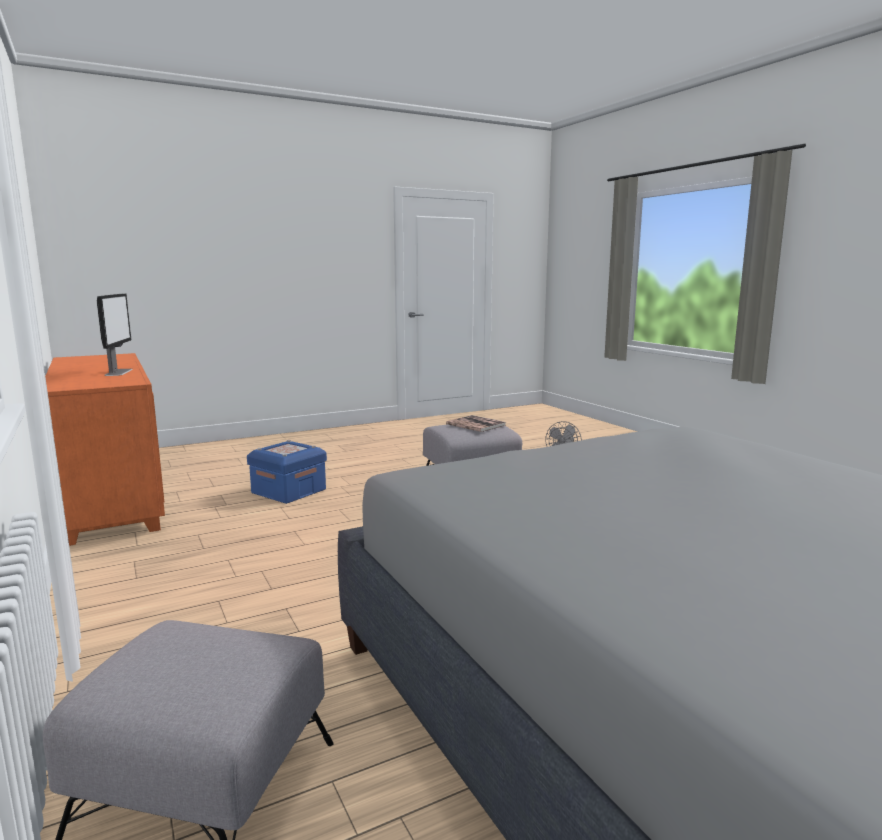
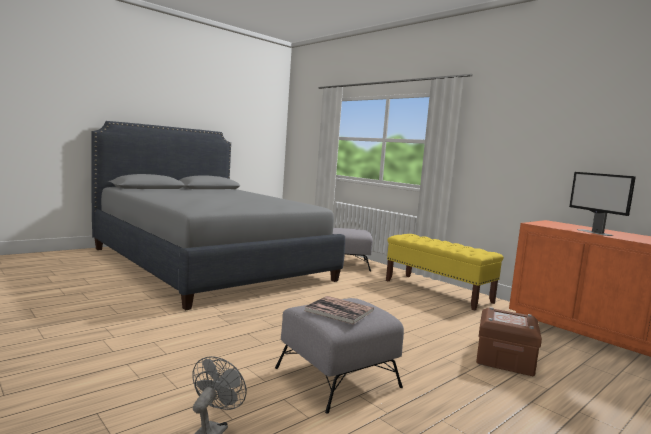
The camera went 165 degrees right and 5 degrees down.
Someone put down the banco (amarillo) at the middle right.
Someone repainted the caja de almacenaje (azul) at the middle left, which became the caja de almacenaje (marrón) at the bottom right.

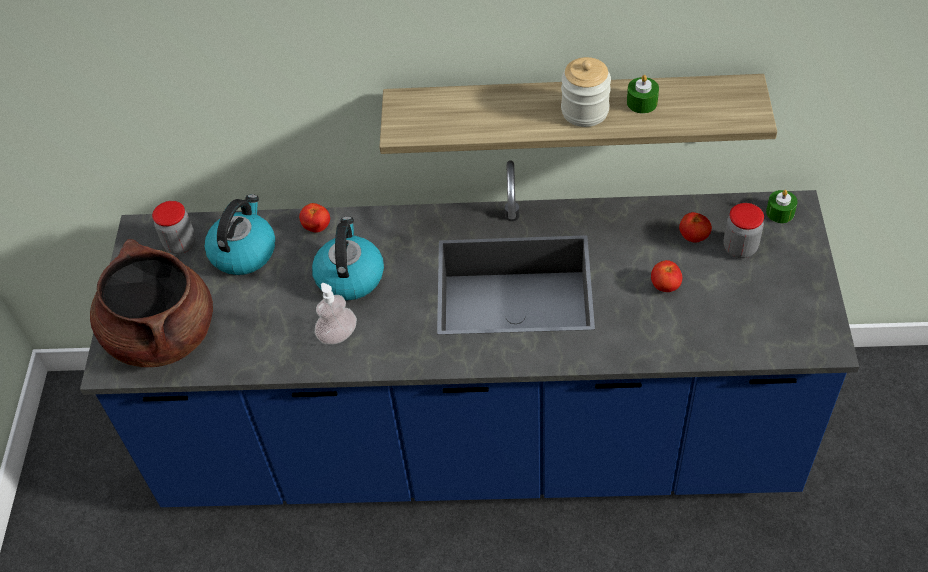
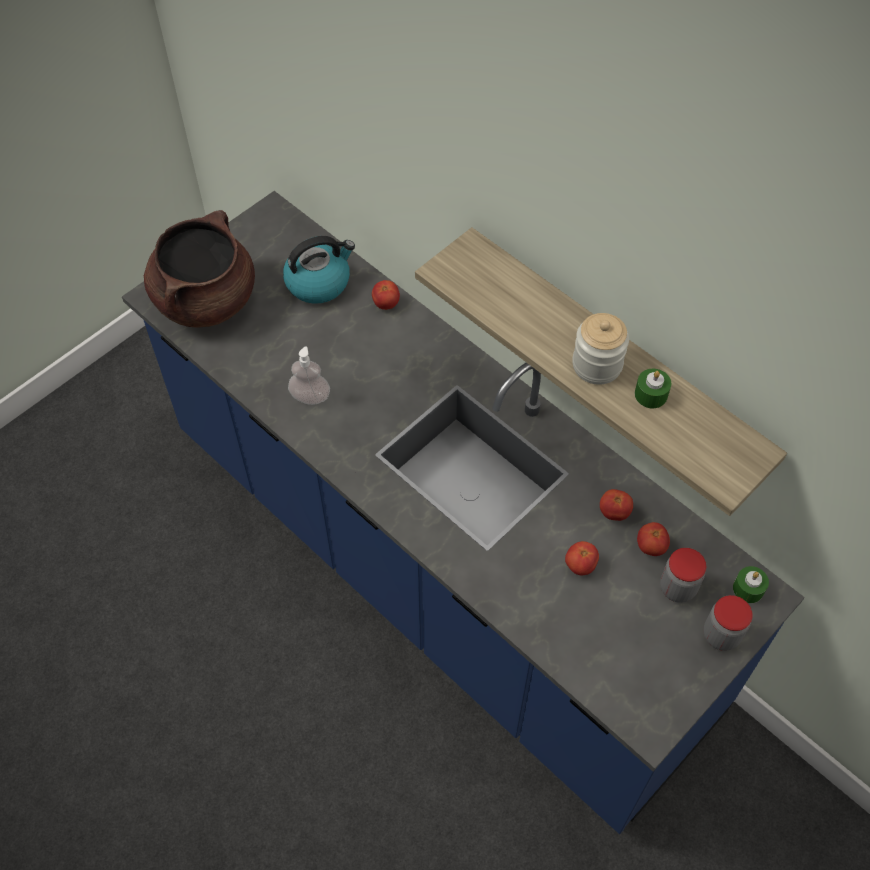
The camera went 40 degrees right and 5 degrees up.
Someone put down the tomate (no. 3 from left) at the middle right.
Someone carried the tarro (no. 1 from left in the first image) from the middle left to the bottom right.
Someone took away the hervidor (no. 2 from left) at the centre.

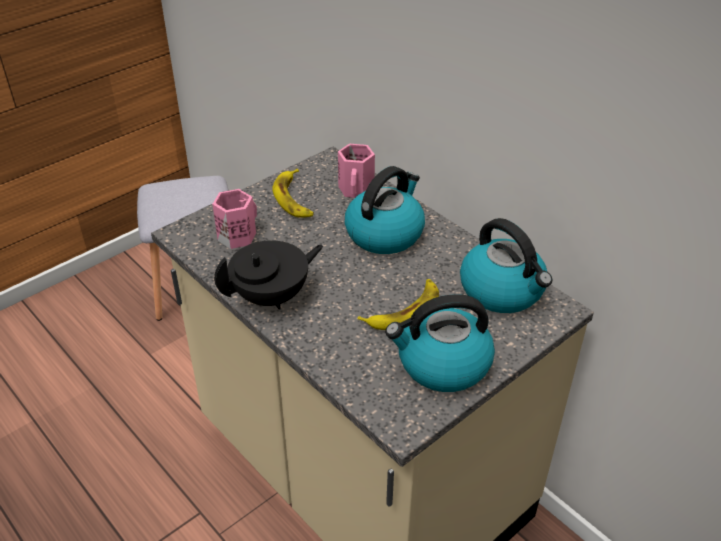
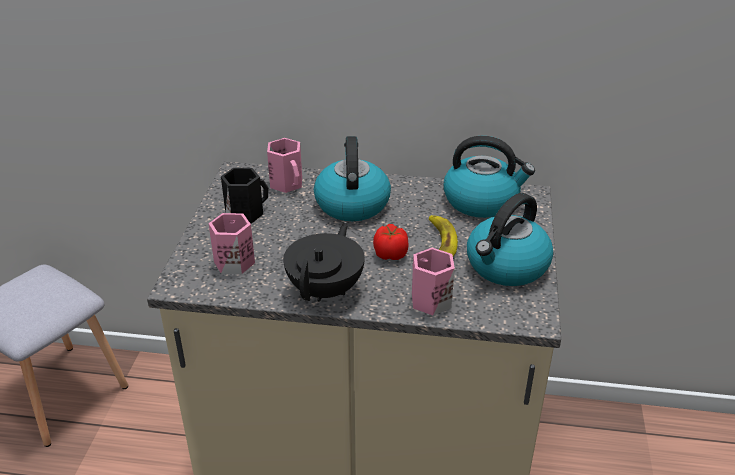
The camera went 40 degrees left and 5 degrees down.
Someone swapped the plátano (no. 1 from left) at the centre for the taza grande (negro) at the middle left.
Someone put down the tomate at the centre.
Someone put down the taza grande (rosa) (no. 3 from left) at the centre.

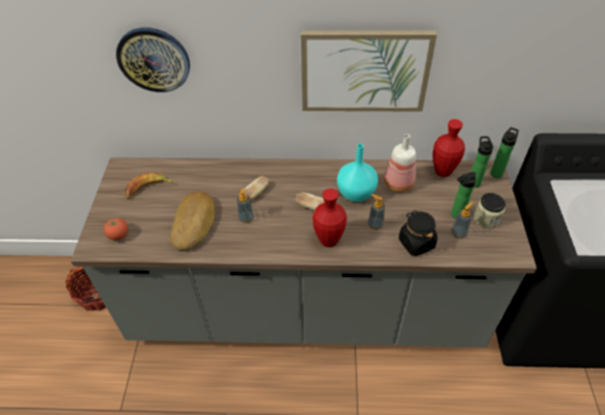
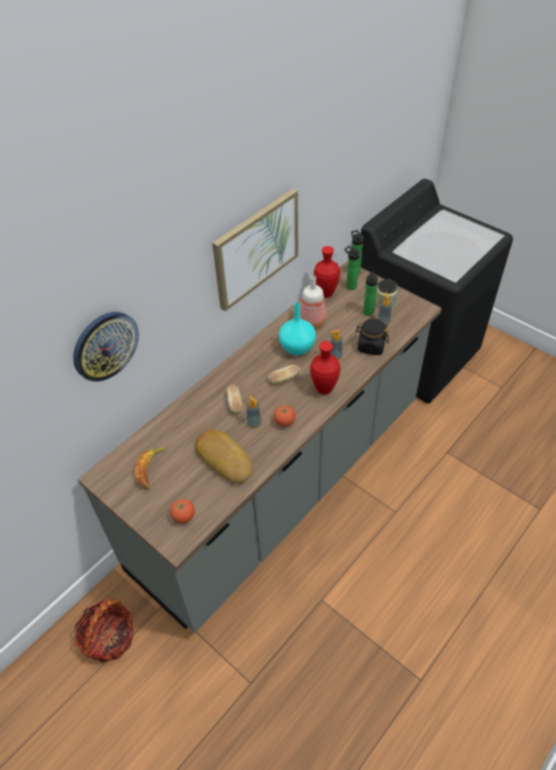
The camera went 50 degrees left and 0 degrees up.
Someone put down the tomate (no. 2 from left) at the centre.

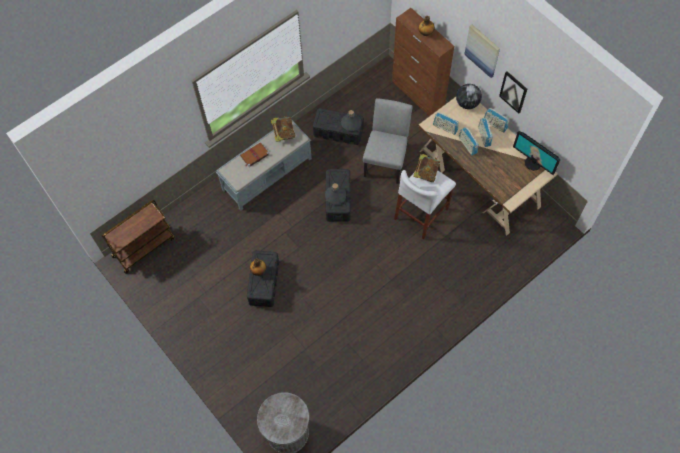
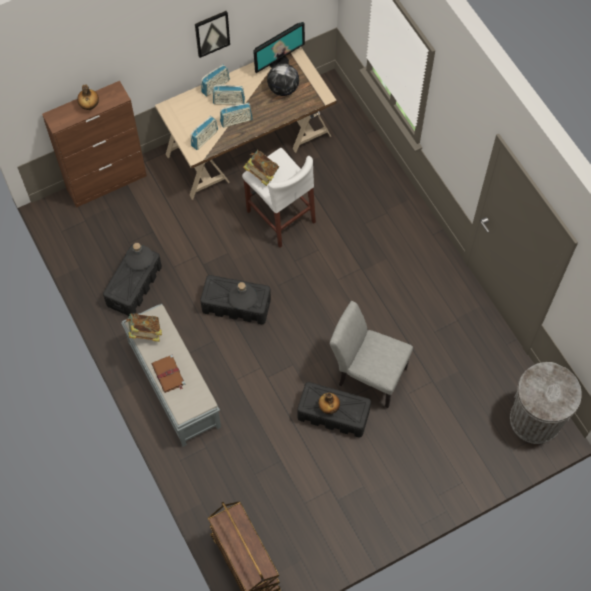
The camera went 80 degrees left and 0 degrees up.
Someone carried the globo terráqueo from the top right to the top centre.
Someone carried the silla (gris) from the top centre to the centre.
Someone took away the cuadro (no. 1 from left) at the top right.

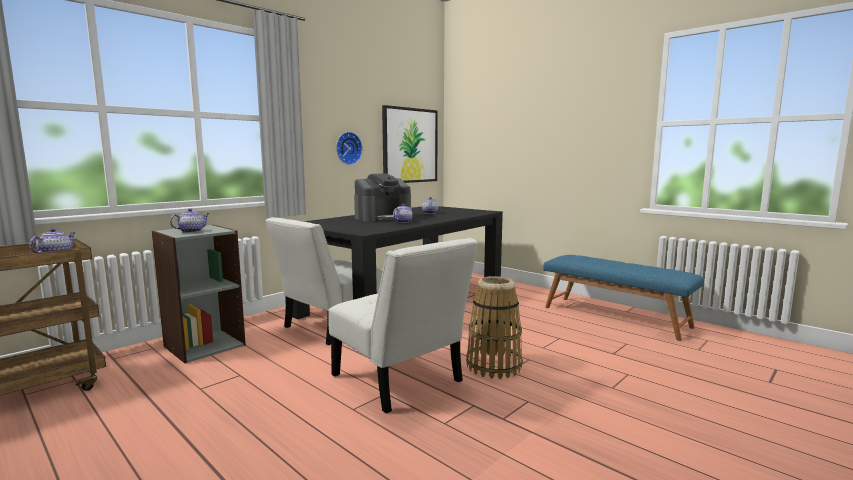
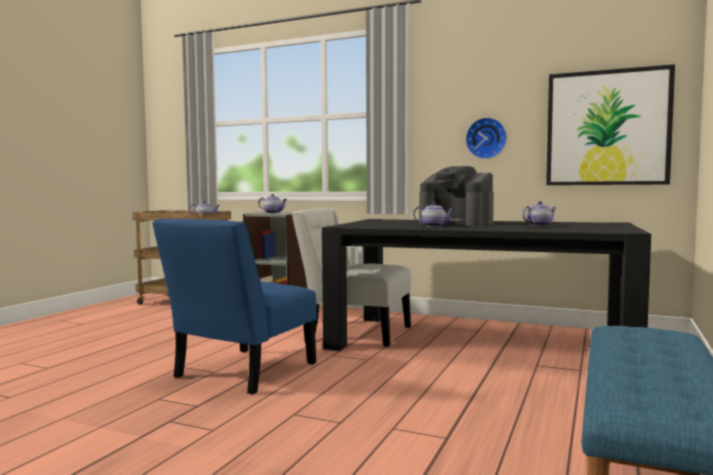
The camera went 70 degrees right and 5 degrees down.
Someone repainted the silla (blanco) (no. 2 from left) at the bottom centre, which became the silla (azul) at the middle left.
Someone took away the cesta at the bottom centre.

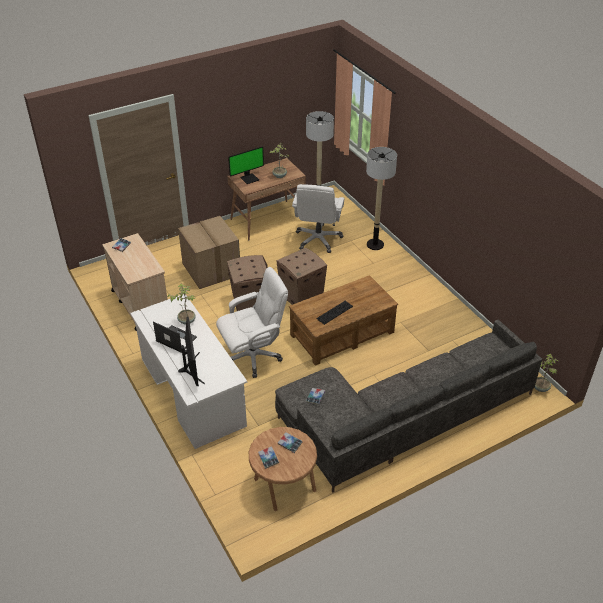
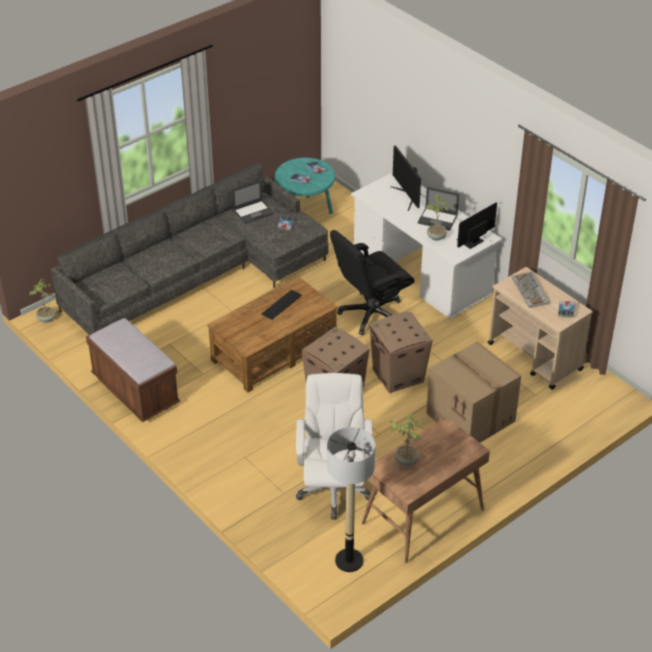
The camera went 170 degrees right and 0 degrees up.
Someone put down the banco (marrón) at the middle left.
Someone put down the portátil (no. 1 from left) at the top centre.
Someone repainted the mesa auxiliar (marrón) at the bottom centre, which became the mesa auxiliar (turquesa) at the top centre.
Someone repainted the silla de oficina (blanco) (no. 1 from left) at the centre, which became the silla de oficina (negro) at the centre.
Someone carried the monitor (no. 2 from left) from the top centre to the middle right.
Someone put down the teclado (no. 2 from left) at the middle right.
Someone took away the lámpara de pie (no. 2 from left) at the top centre.

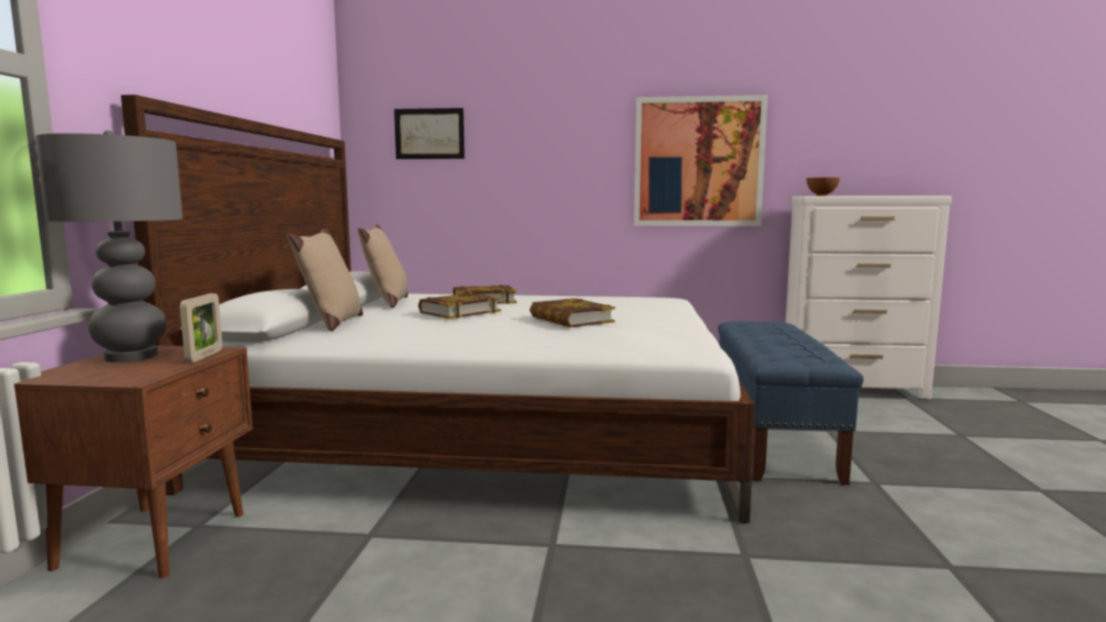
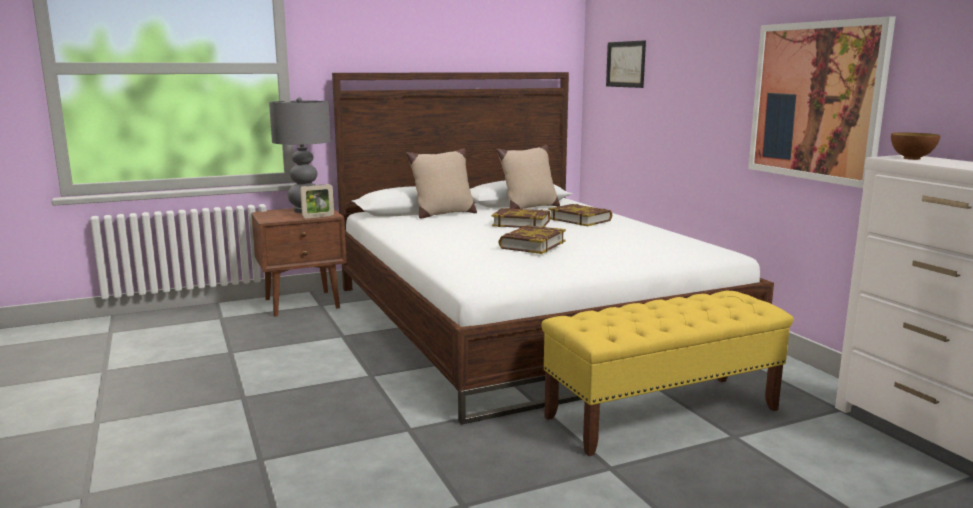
The camera went 60 degrees right and 5 degrees up.
Someone repainted the banco (azul) at the middle right, which became the banco (amarillo) at the bottom right.

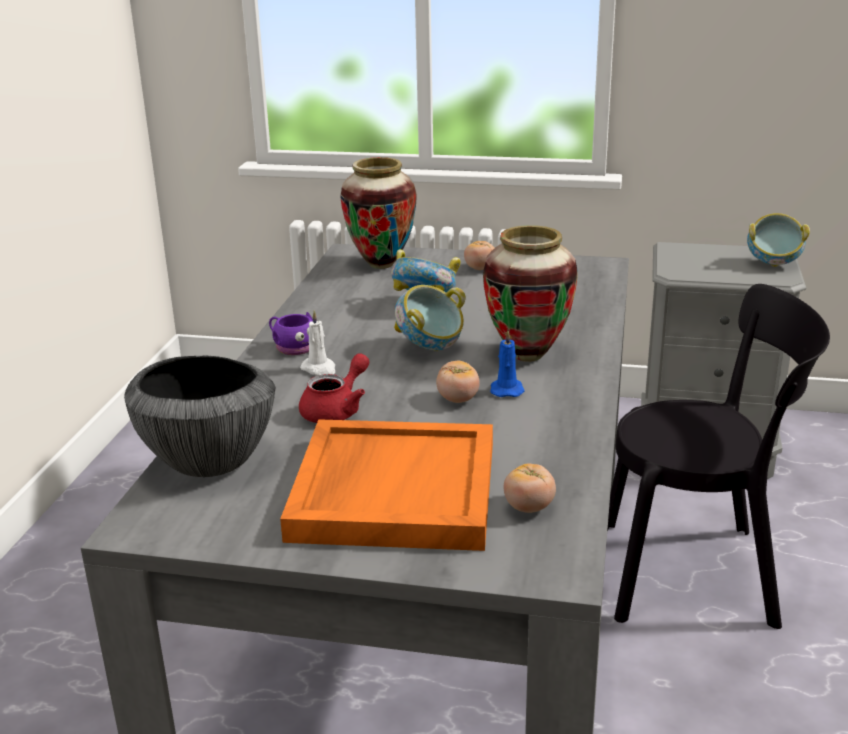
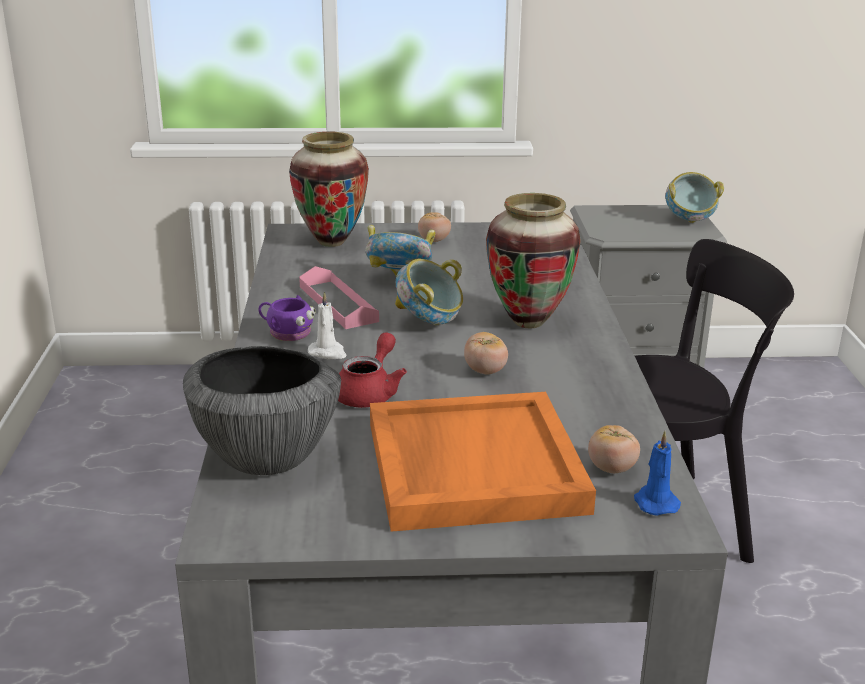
The camera went 15 degrees left and 0 degrees up.
Someone put down the bandeja (rosa) at the centre.
Someone carried the vela (azul) from the centre to the bottom right.

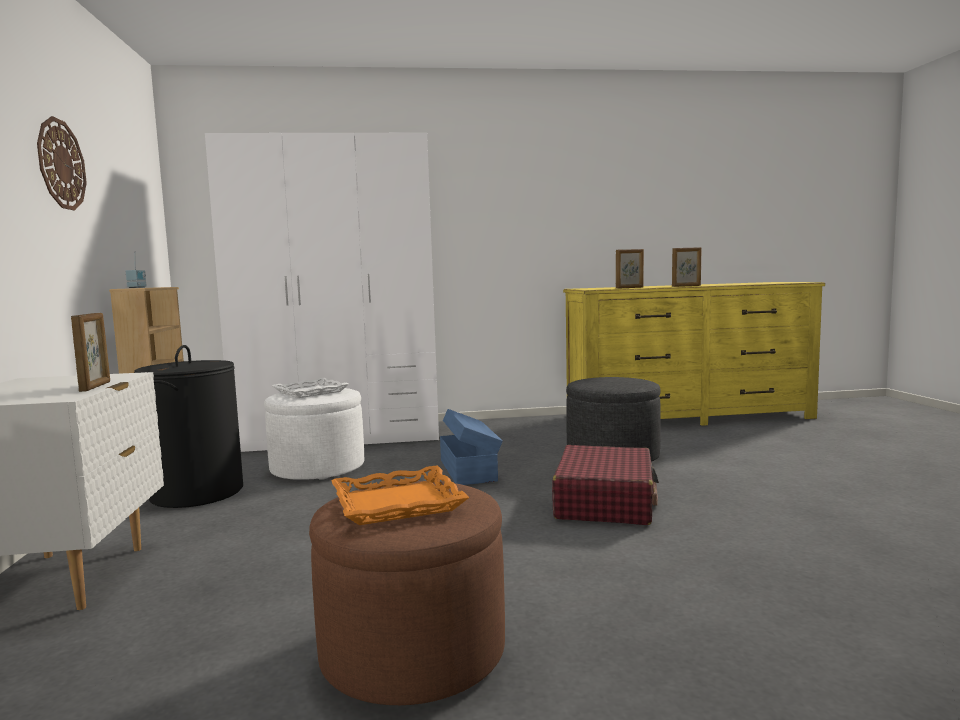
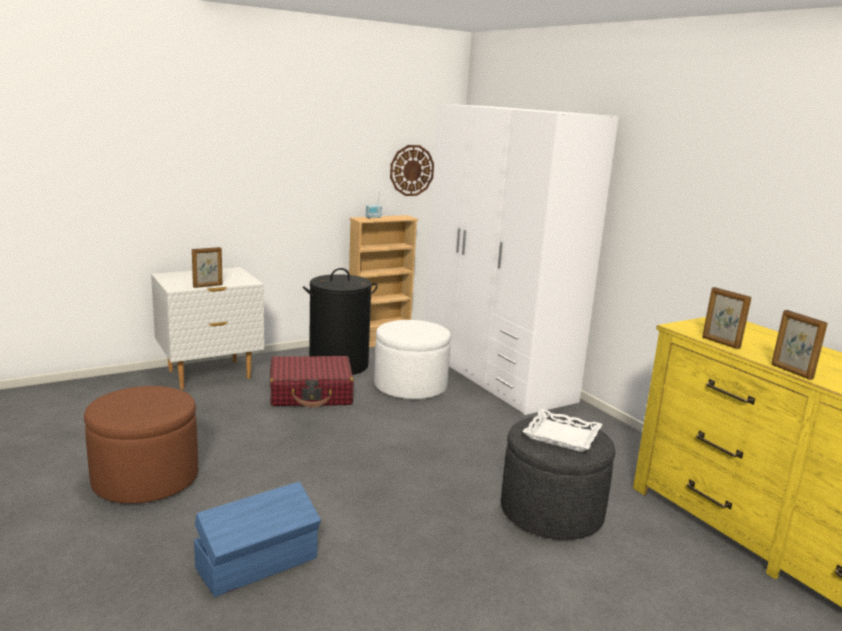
The camera went 65 degrees right and 10 degrees up.
Someone carried the caja de almacenaje (azul) from the centre to the bottom left.
Someone carried the maleta (rojo) from the bottom centre to the centre.
Someone carried the reloj de pared from the top left to the top centre.
Someone carried the bandeja (blanco) from the middle left to the bottom right.
Someone took away the bandeja (naranja) at the bottom centre.

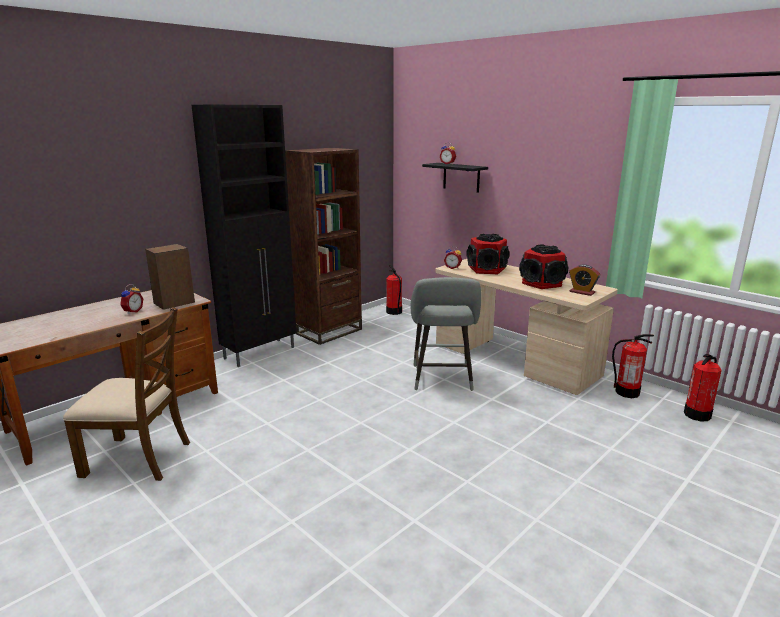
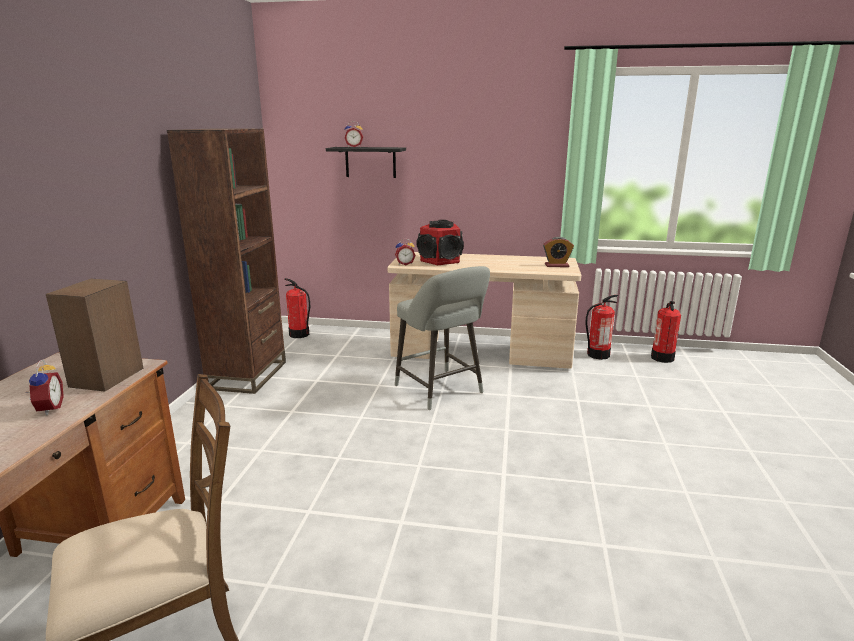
The camera went 35 degrees left and 0 degrees up.
Someone took away the armario (negro) at the middle left.
Someone took away the altavoz (no. 3 from left) at the middle right.

